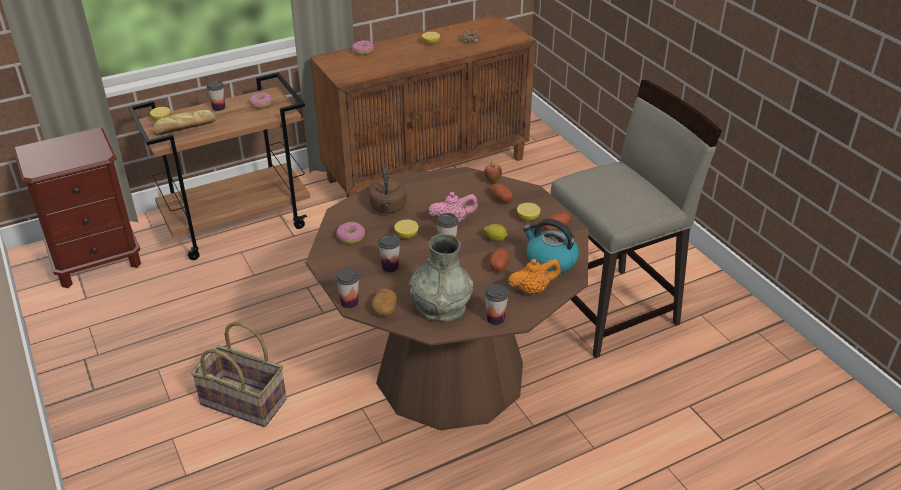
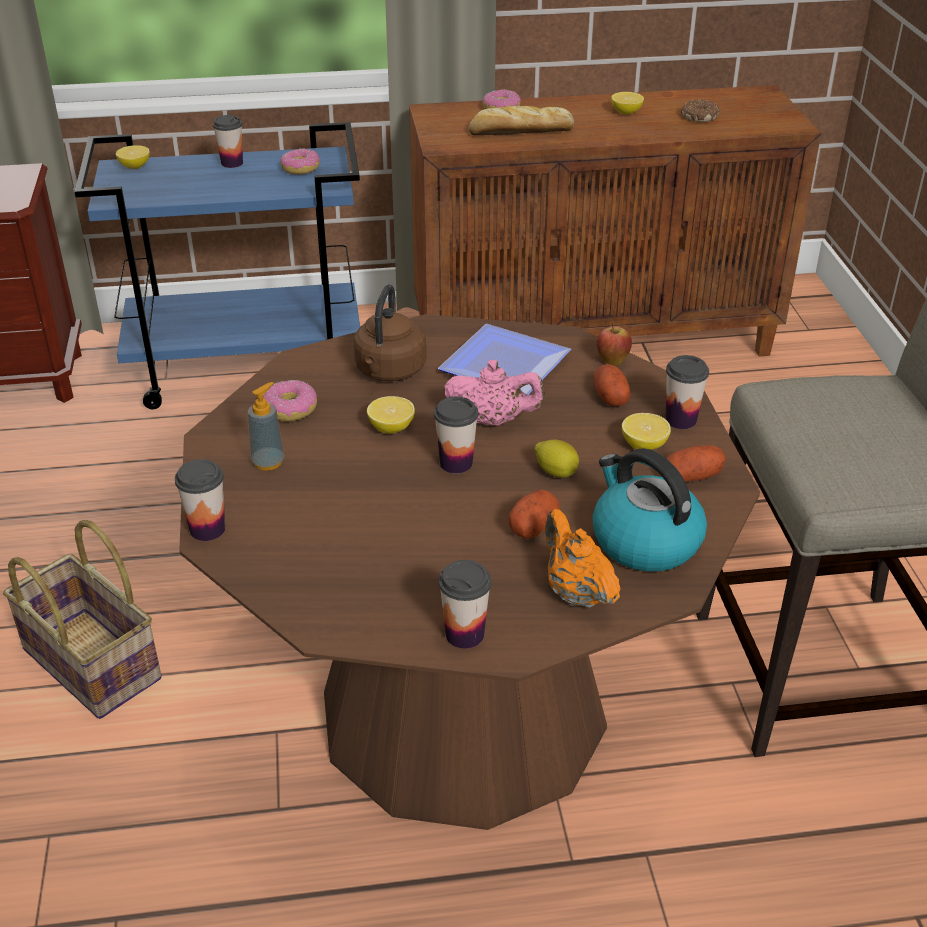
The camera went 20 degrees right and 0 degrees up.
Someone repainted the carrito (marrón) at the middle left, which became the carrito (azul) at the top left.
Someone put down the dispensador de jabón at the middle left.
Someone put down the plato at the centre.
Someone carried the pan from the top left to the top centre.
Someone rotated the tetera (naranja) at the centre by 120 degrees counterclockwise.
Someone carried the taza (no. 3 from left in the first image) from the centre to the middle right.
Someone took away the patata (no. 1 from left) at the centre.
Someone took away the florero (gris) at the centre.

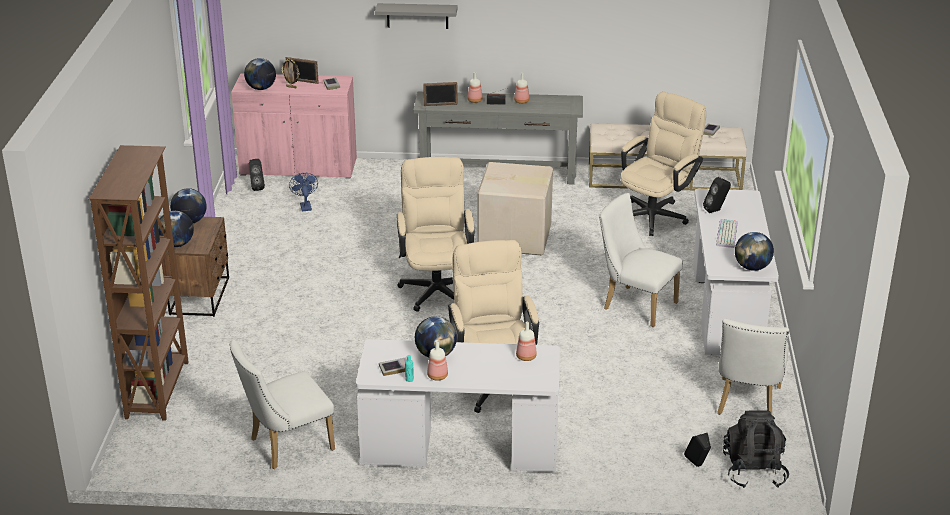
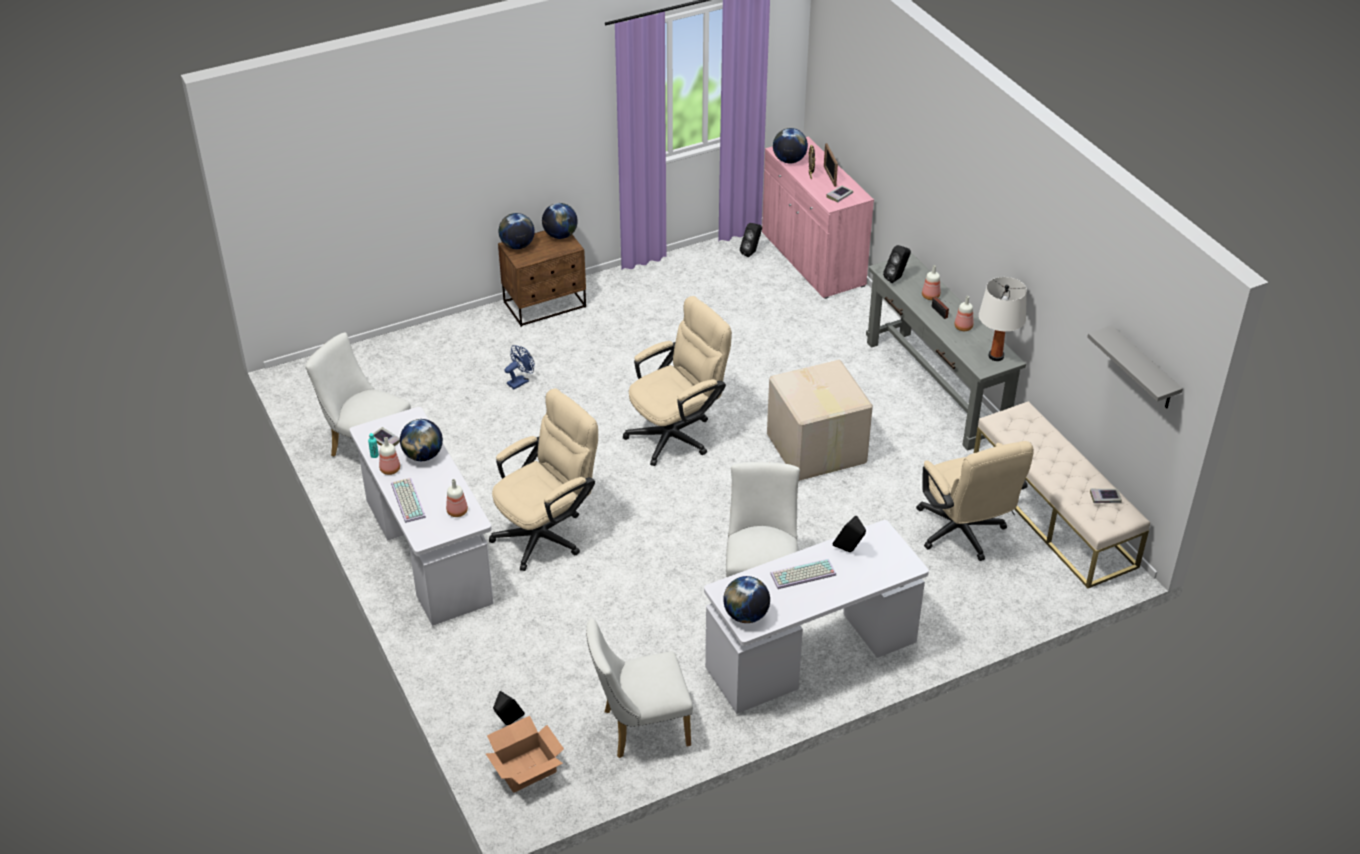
The camera went 60 degrees right and 10 degrees up.
Someone put down the teclado (no. 1 from left) at the middle left.
Someone swapped the mochila (negro) at the bottom right for the caja de cartón (no. 1 from left) at the bottom centre.
Someone carried the ventilador (azul) from the middle left to the centre.
Someone swapped the portarretratos (no. 3 from left) at the top centre for the altavoz (negro) (no. 4 from left) at the top centre.
Someone rotated the silla de oficina (beis) (no. 3 from left) at the top right by 60 degrees clockwise.
Someone put down the lámpara de mesa (blanco) at the middle right.
Someone carried the estante (gris) from the top centre to the middle right.
Someone took away the estantería (marrón) at the middle left.

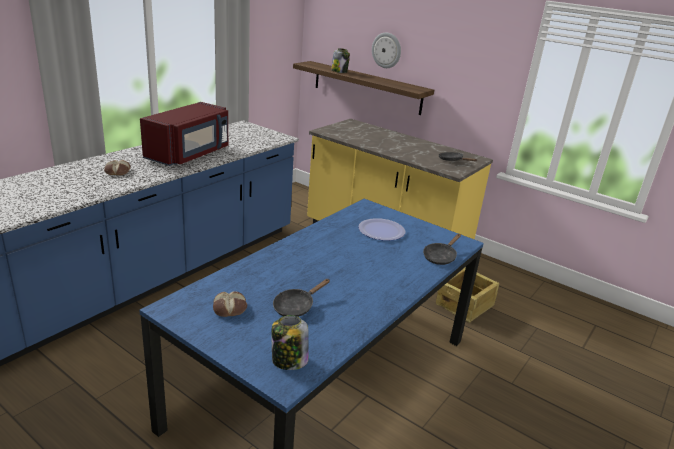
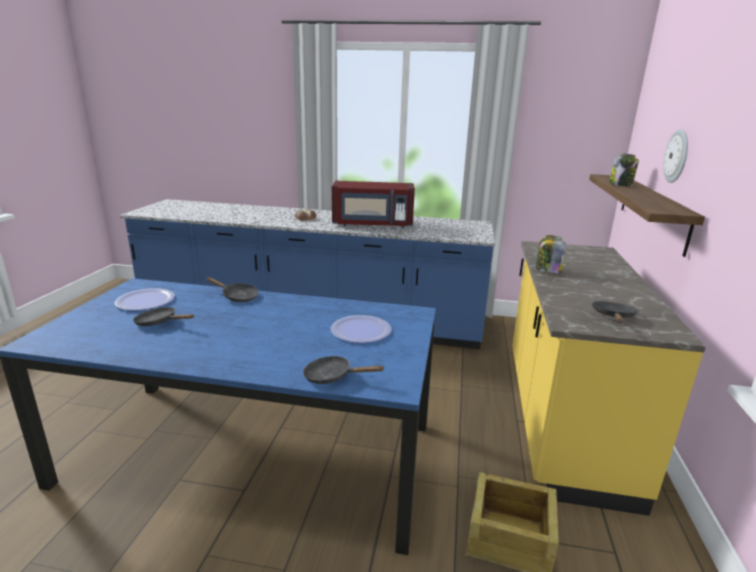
The camera went 65 degrees right and 5 degrees down.
Someone swapped the pan (no. 2 from left) at the bottom centre for the plato (no. 1 from left) at the middle left.
Someone put down the sartén (negro) (no. 2 from left) at the middle left.
Someone carried the tarro (no. 1 from left) from the bottom centre to the middle right.

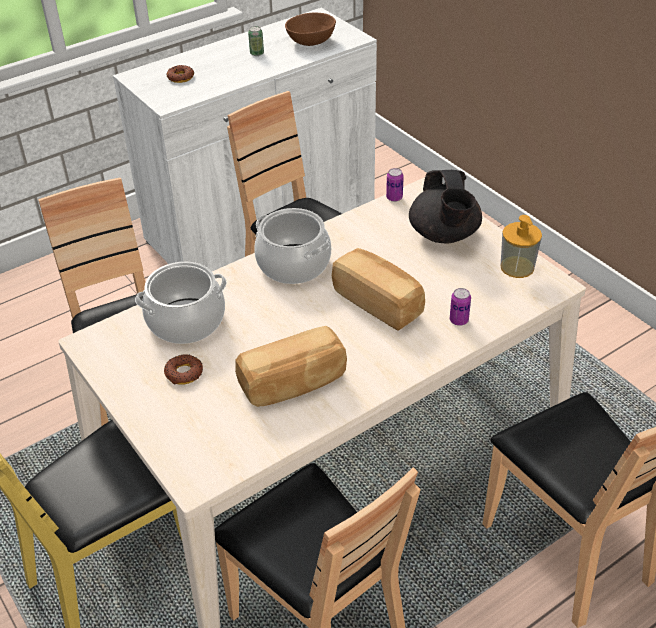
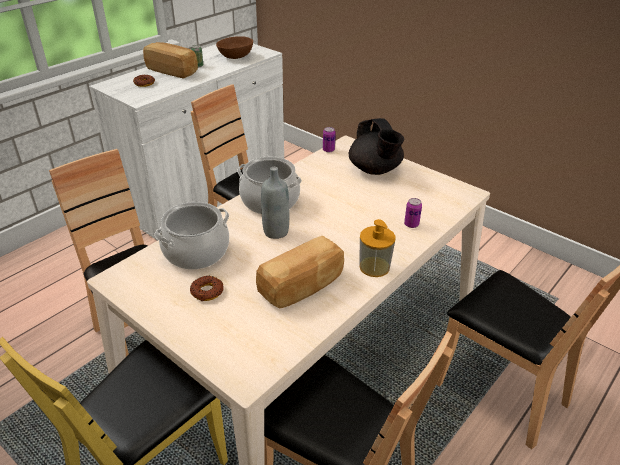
The camera went 15 degrees left and 5 degrees down.
Someone carried the pan (no. 2 from left in the first image) from the centre to the top left.
Someone put down the botella (gris) at the centre.
Someone carried the dispensador de jabón from the middle right to the centre.

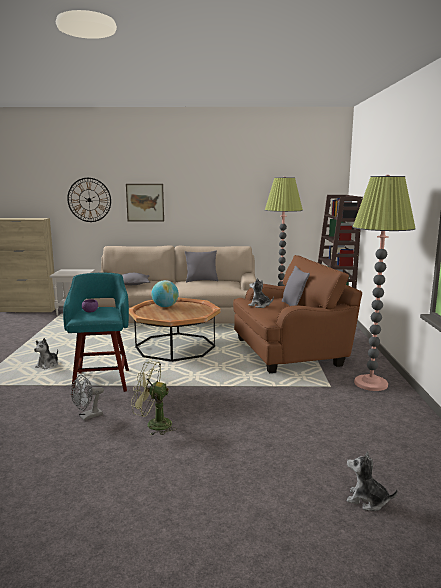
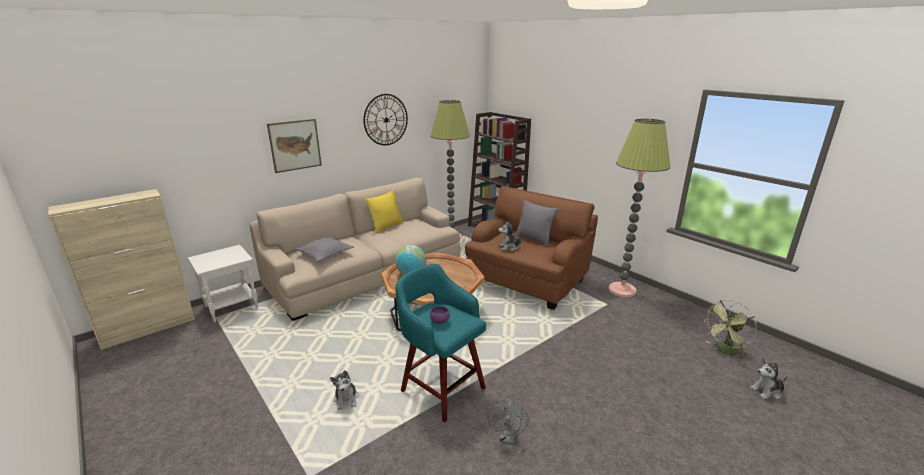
The camera went 40 degrees left and 10 degrees up.
Someone carried the reloj de pared from the middle left to the top centre.
Someone repainted the cojín (gris) (no. 2 from left) at the centre, which became the cojín (amarillo) at the centre.
Someone carried the ventilador (verde) from the bottom centre to the bottom right.

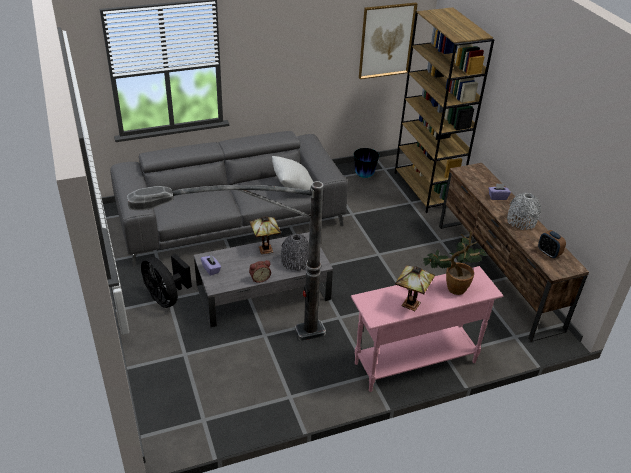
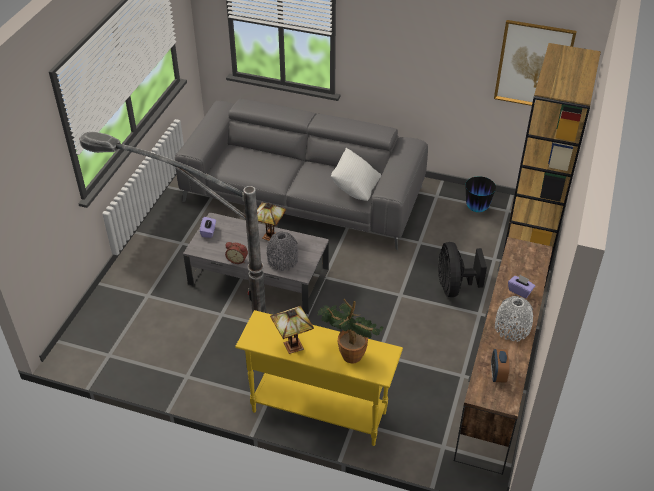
The camera went 40 degrees right and 5 degrees up.
Someone repainted the mesa consola (rosa) at the bottom right, which became the mesa consola (amarillo) at the bottom centre.
Someone carried the ventilador (negro) from the middle left to the middle right.

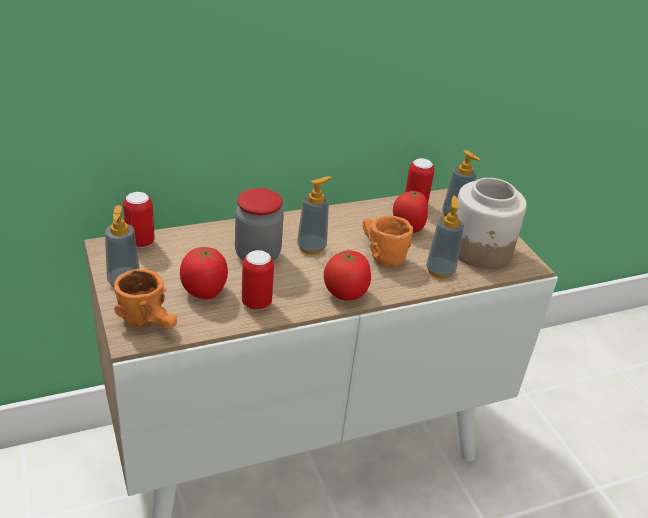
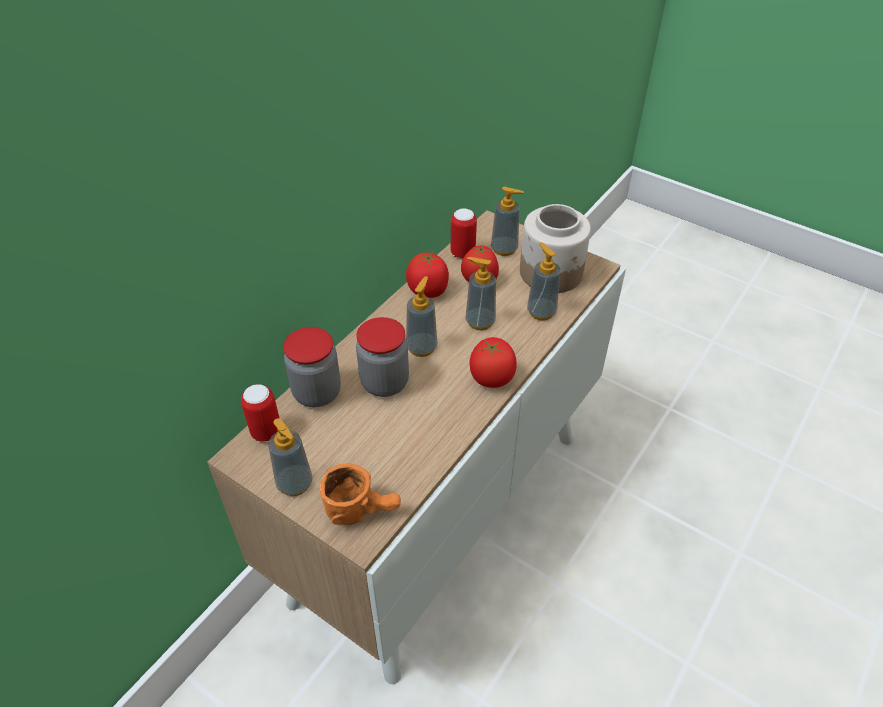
The camera went 30 degrees left and 10 degrees up.
Someone put down the tarro (no. 1 from left) at the centre.
Someone carried the tomate (no. 1 from left) from the middle left to the centre.
Someone swapped the taza grande (naranja) (no. 2 from left) at the centre for the dispensador de jabón (no. 3 from left) at the centre.
Someone took away the lata (no. 2 from left) at the centre.

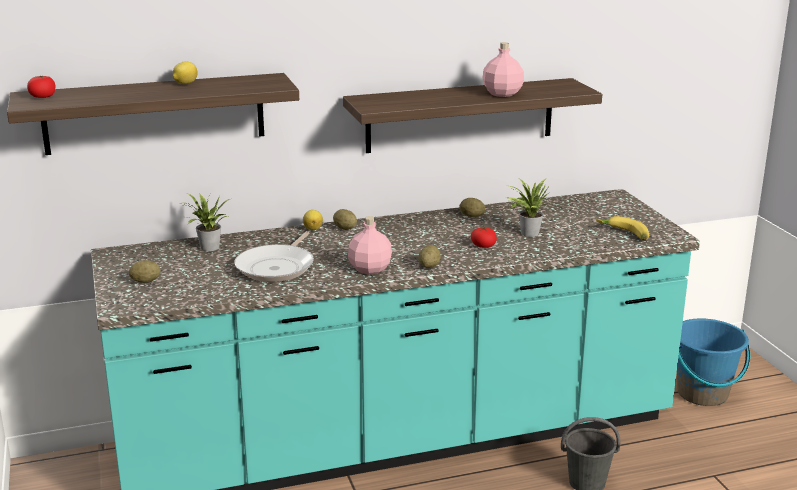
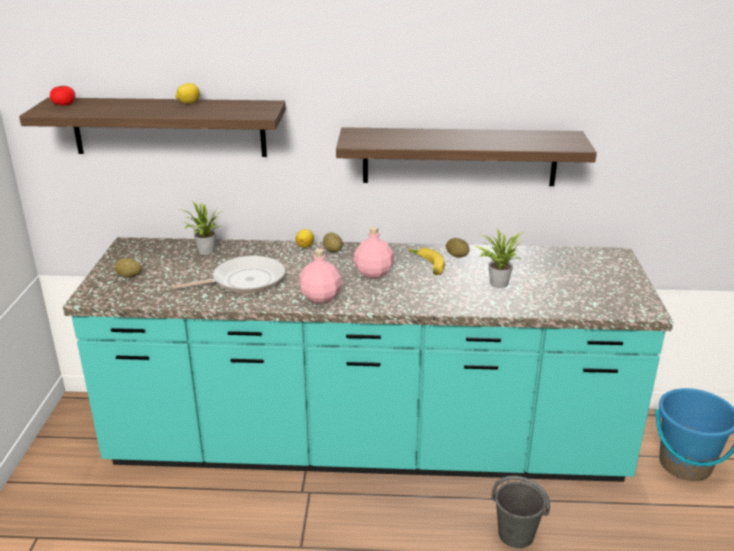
The camera went 20 degrees right and 5 degrees up.
Someone rotated the sartén at the centre by 150 degrees counterclockwise.
Someone carried the botella (rosa) (no. 2 from left) from the top centre to the centre.
Someone carried the plátano from the middle right to the centre.
Someone took away the patata (no. 3 from left) at the centre.
Someone took away the tomate (no. 2 from left) at the centre.

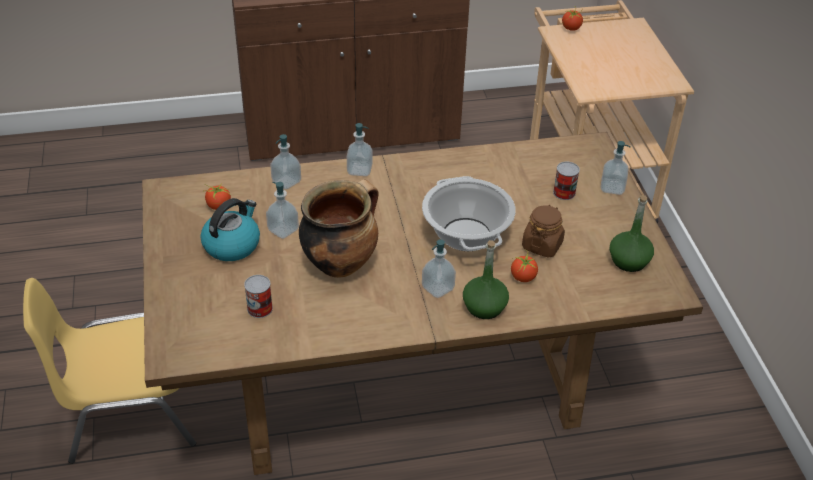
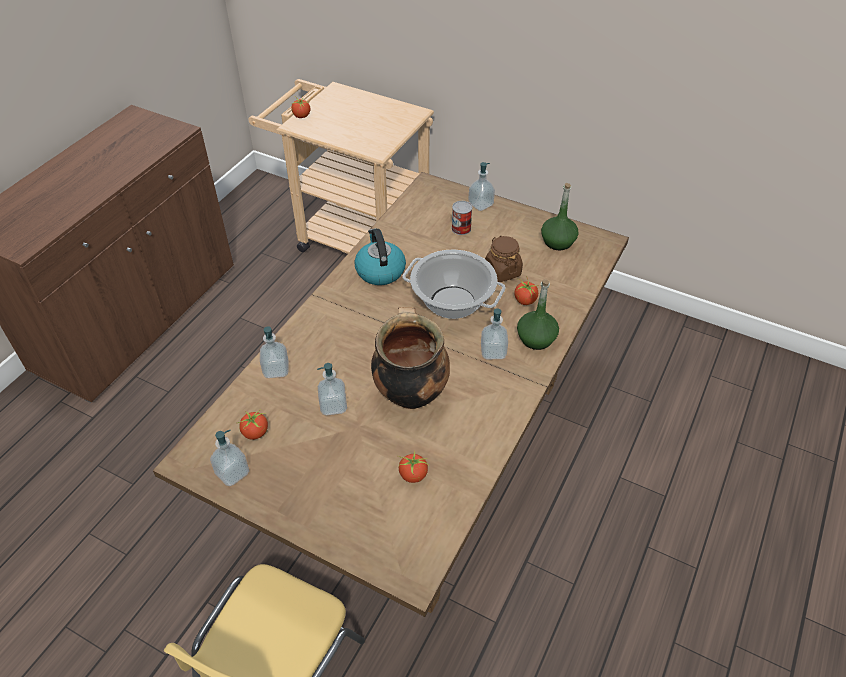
The camera went 50 degrees left and 5 degrees up.
Someone carried the dispensador de jabón (no. 3 from left in the first image) from the top centre to the bottom left.
Someone carried the hervidor from the middle left to the centre.
Someone swapped the lata (no. 1 from left) at the middle left for the tomate (no. 3 from left) at the bottom centre.

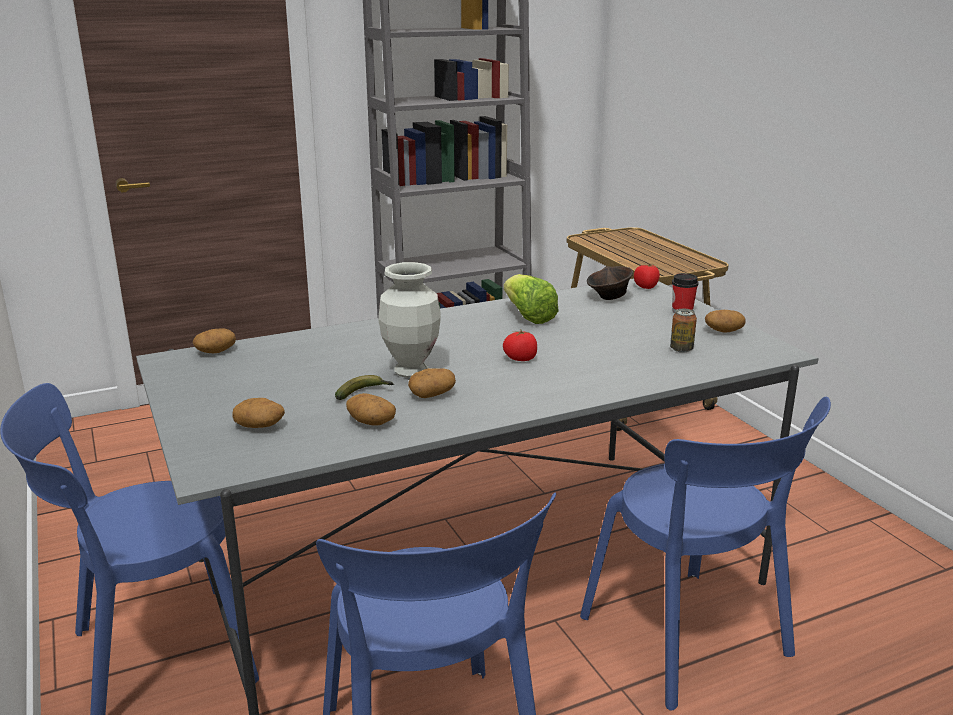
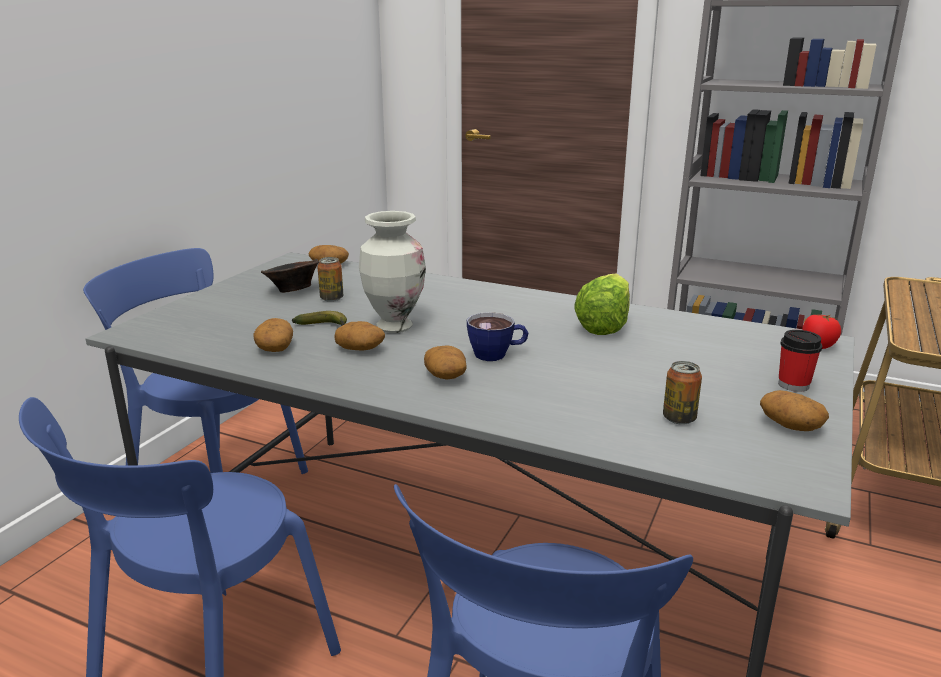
The camera went 50 degrees right and 0 degrees up.
Someone carried the cuenco (marrón) from the centre to the middle left.
Someone put down the lata (no. 1 from left) at the centre.
Someone carried the patata (no. 2 from left in the first image) from the middle left to the centre.
Someone swapped the tomate (no. 1 from left) at the centre for the taza (no. 1 from left) at the centre.

